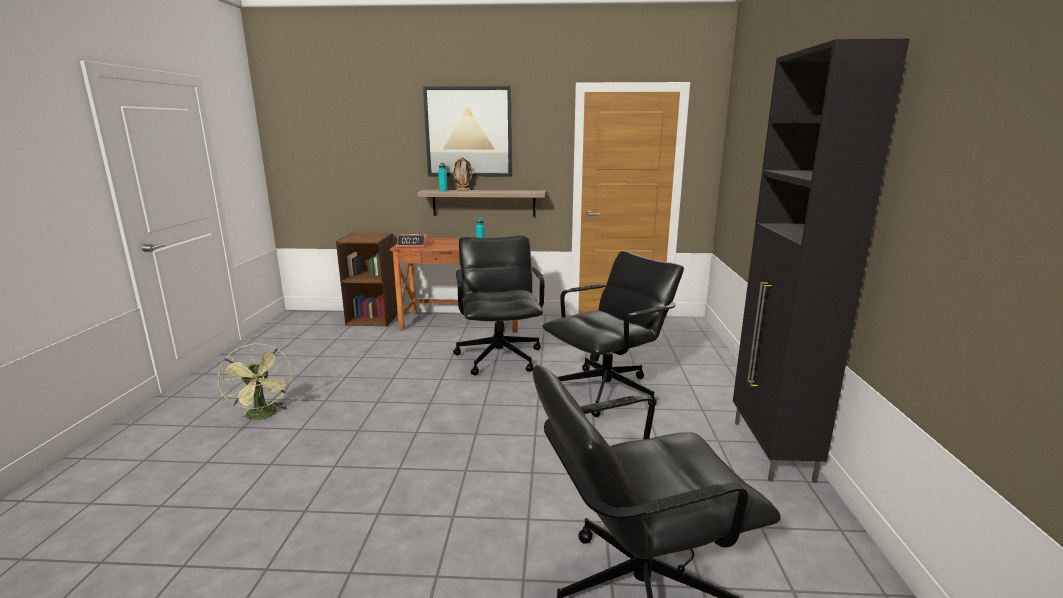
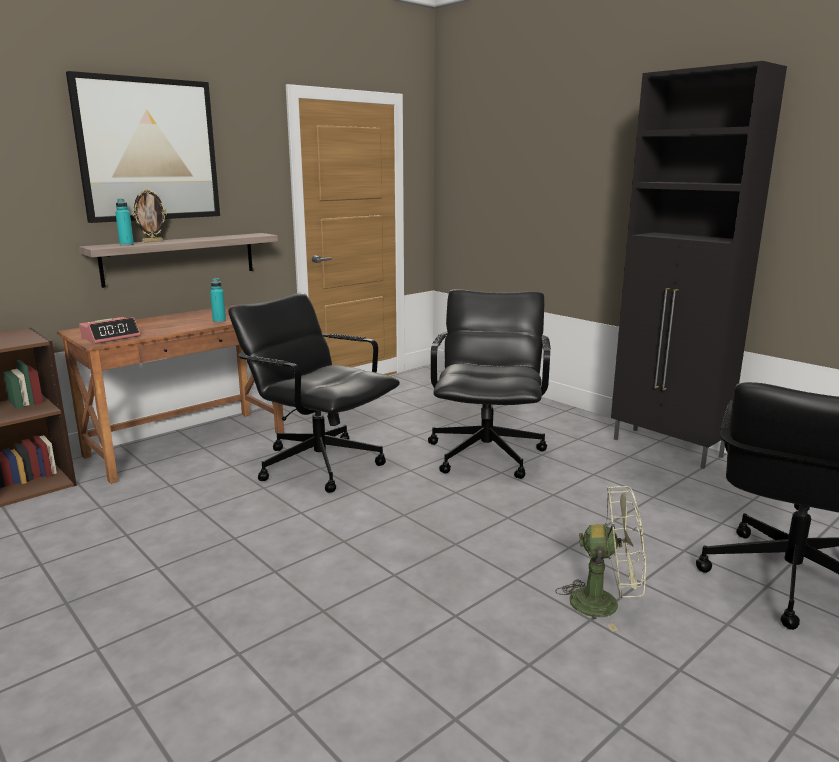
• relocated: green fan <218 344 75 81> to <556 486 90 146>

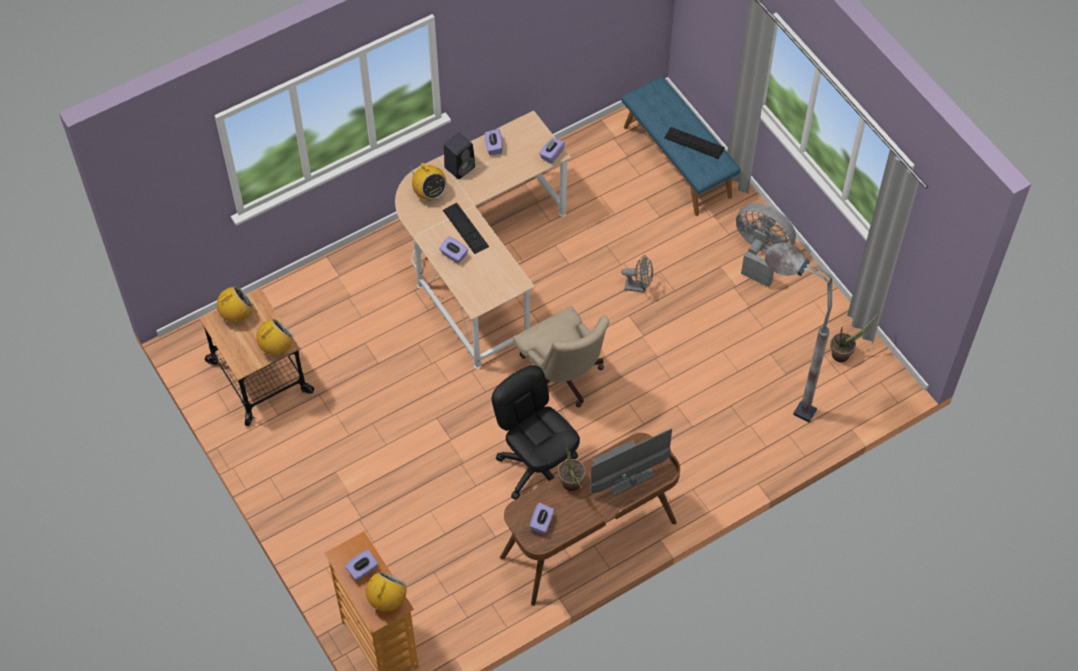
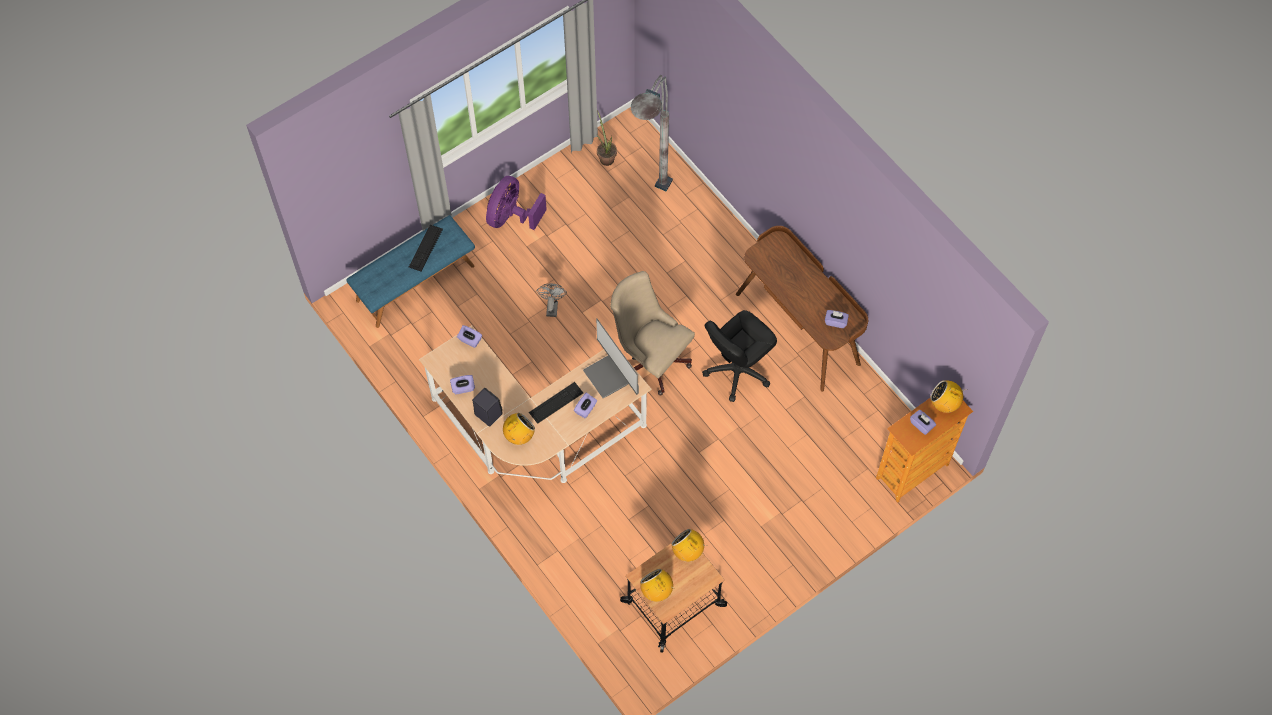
• missing: potted plant <558 441 28 50>
• relocated: monitor <590 428 82 68> to <583 318 56 80>
• colour: grey fan <736 203 60 84> to purple fan <486 176 61 54>
• spun: beige office chair <513 306 97 101> = <610 271 85 124> 105 degrees counterclockwise

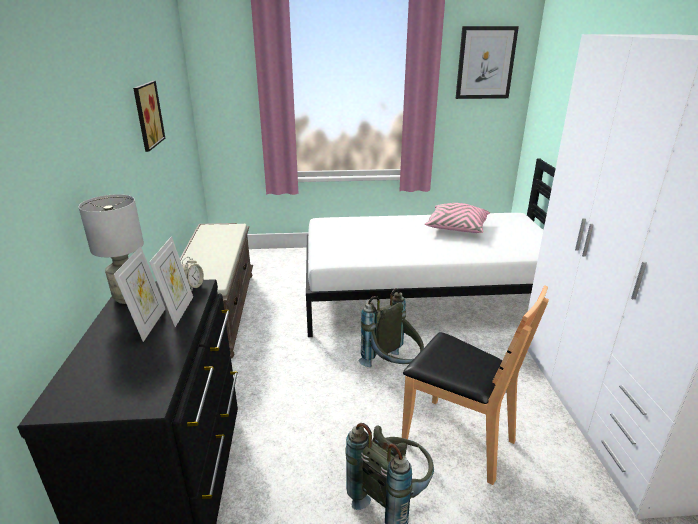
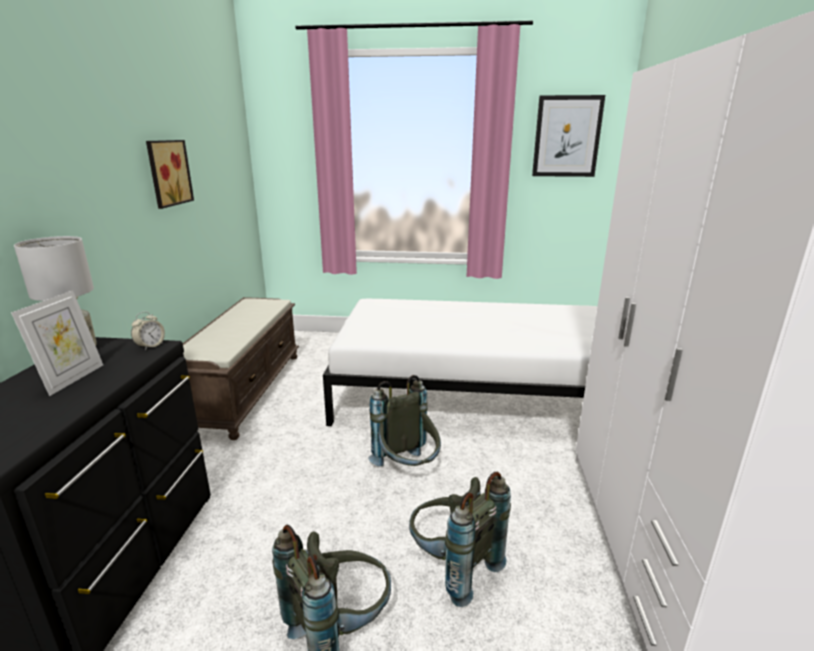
• missing: picture frame <149 236 44 91>
• missing: pink pillow <425 203 65 30>
• exchanged: brown chair <402 285 147 200> to grey backpack <409 472 102 135>

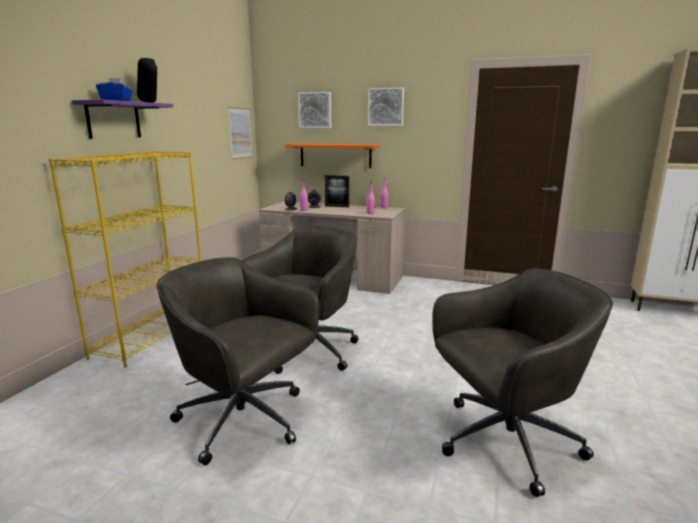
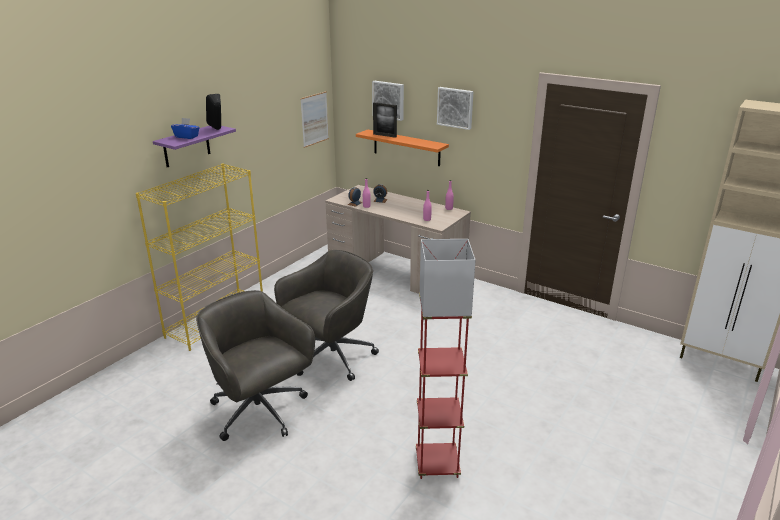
• relocated: picture frame <325 175 24 32> to <373 102 24 36>
• exchanged: grey office chair <432 269 181 228> to red floor lamp <416 239 60 240>

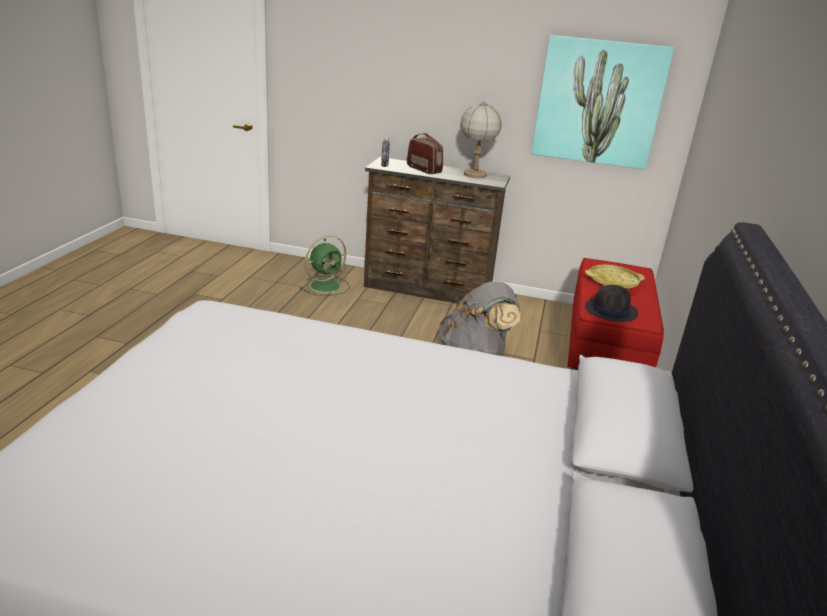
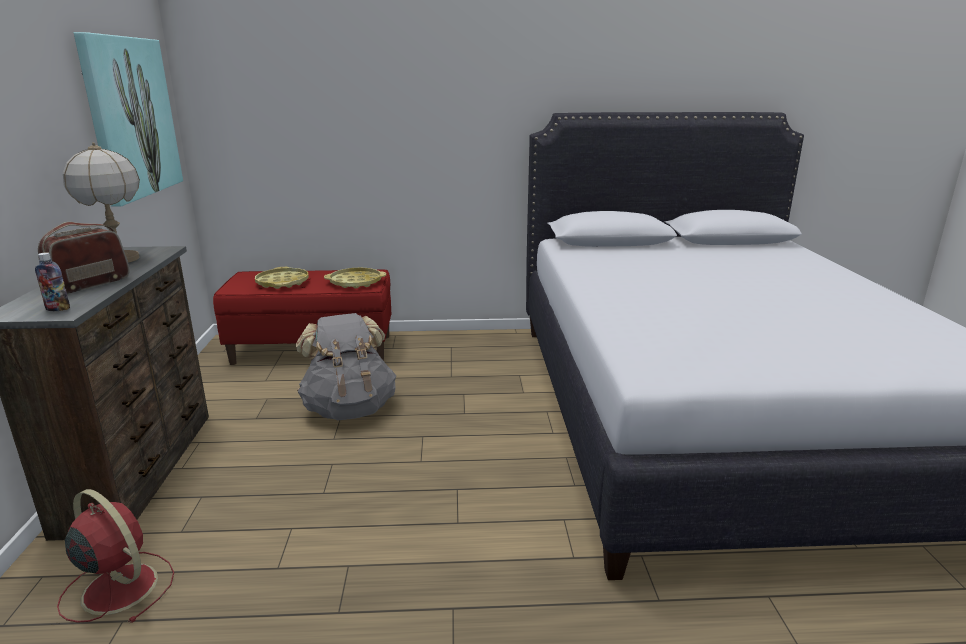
• exchanged: black hat <585 285 53 37> to yellow tray <324 268 62 20>
• colour: green fan <299 235 51 61> to red fan <57 489 117 134>

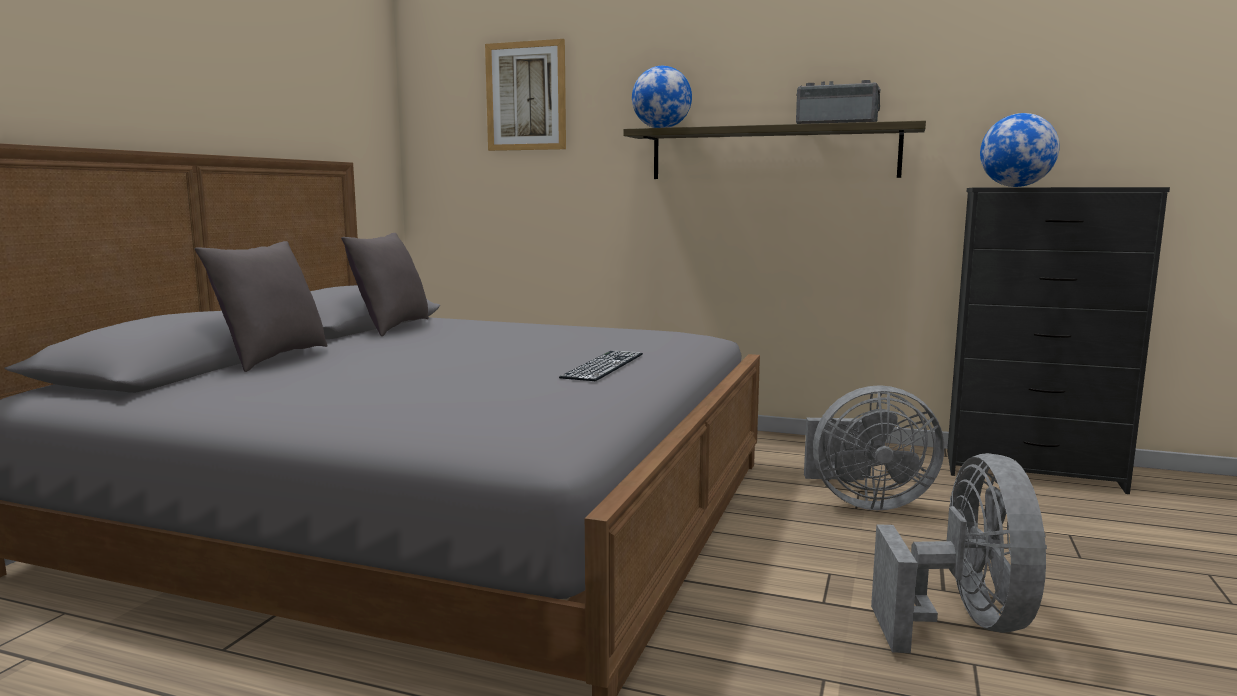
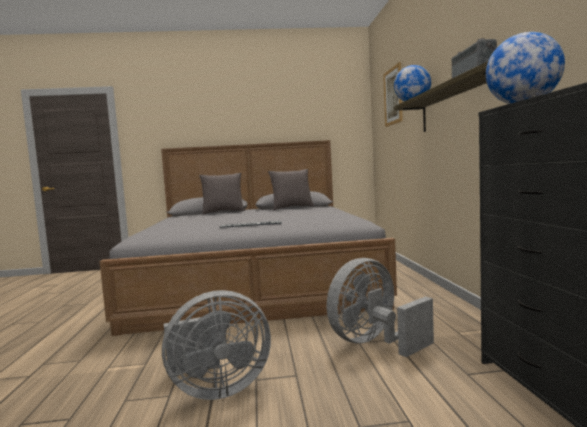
• spun: grey fan <804 385 140 125> = <327 258 107 99> 75 degrees clockwise

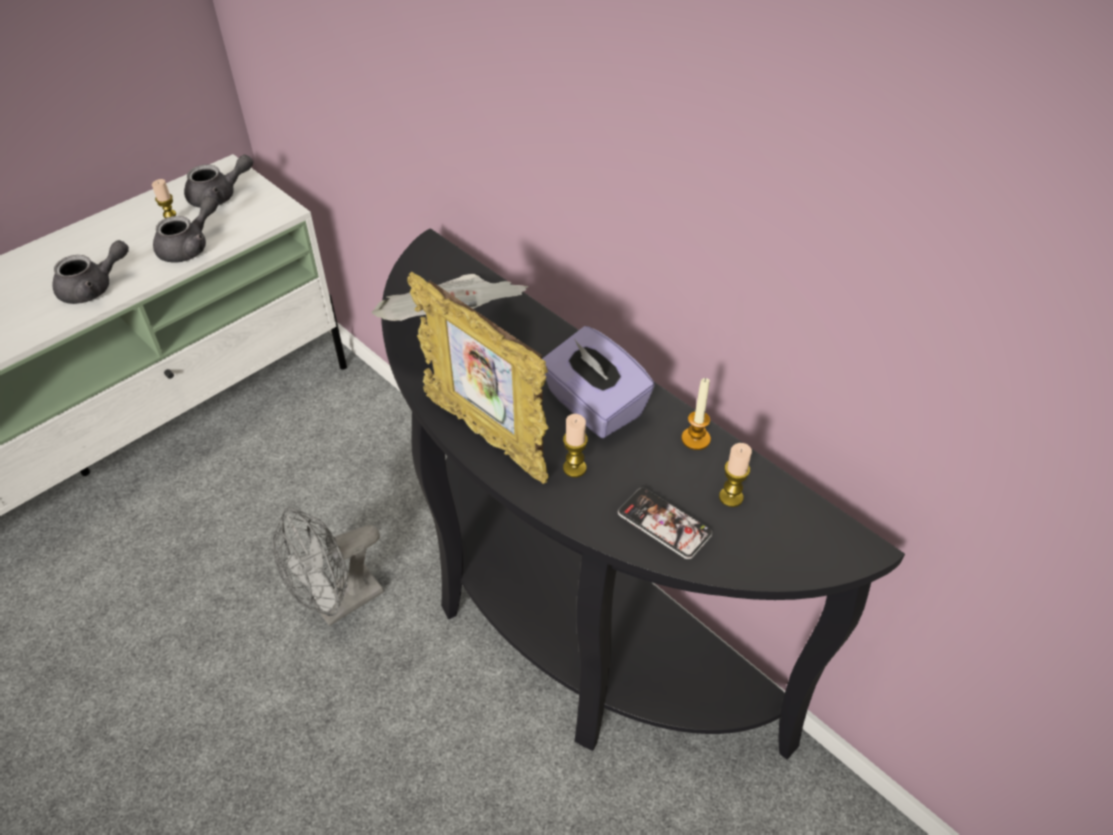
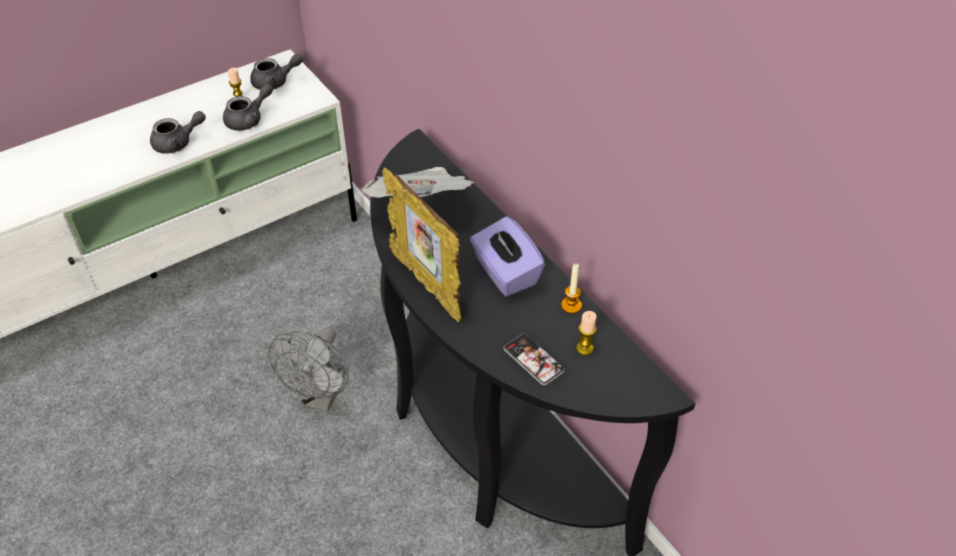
• missing: candle <563 414 25 63>
• spun: grey fan <272 507 112 119> = <268 327 81 85> 45 degrees counterclockwise

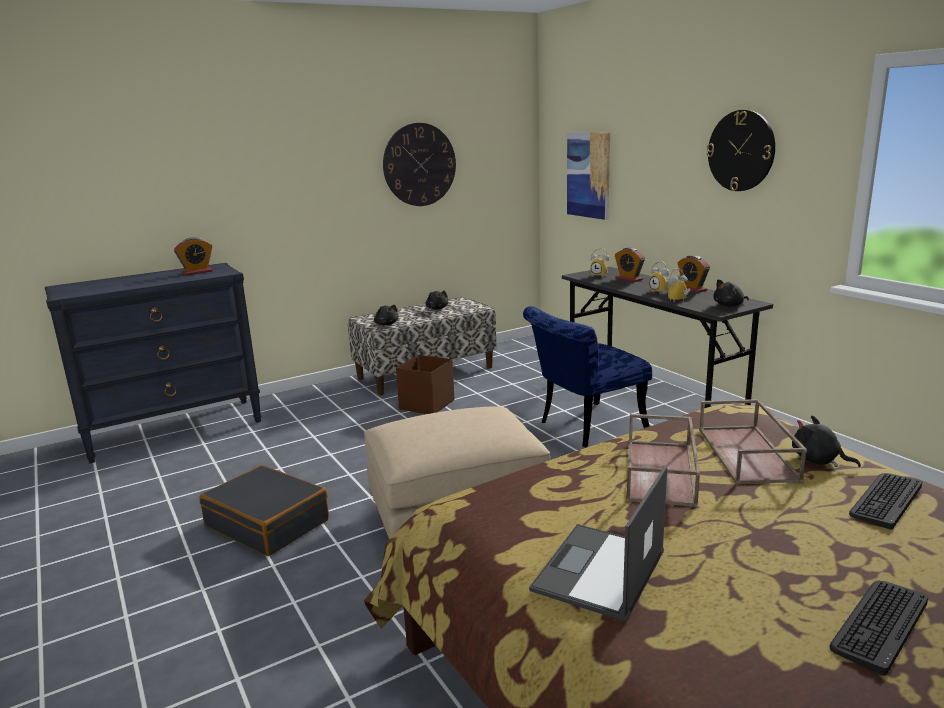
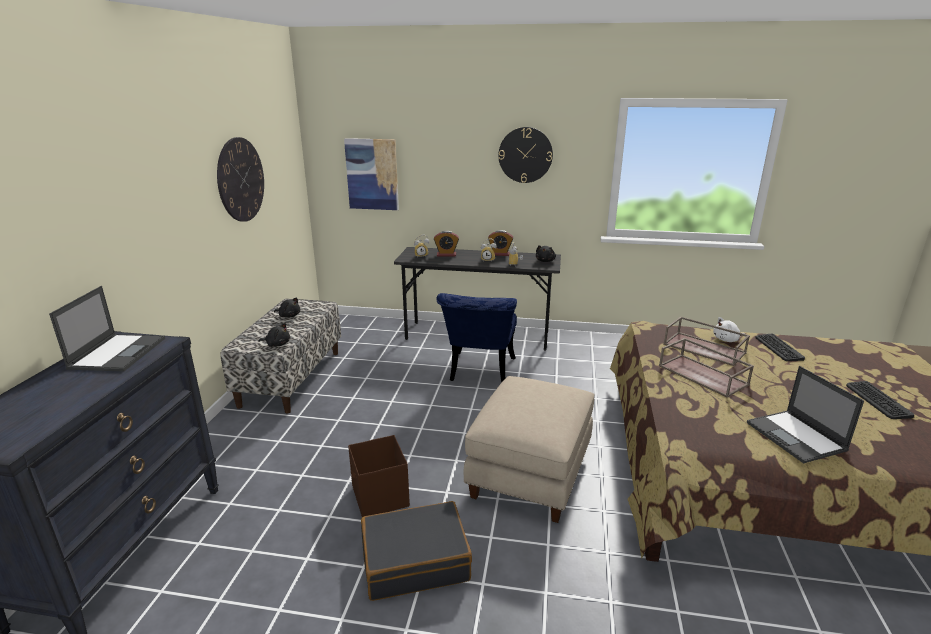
• relocated: brown storage box <396 355 58 59> to <348 435 62 82>
• exchanged: alarm clock <174 238 39 38> to laptop <49 286 116 86>
• colour: black plush toy <792 416 69 51> to white plush toy <713 317 33 25>

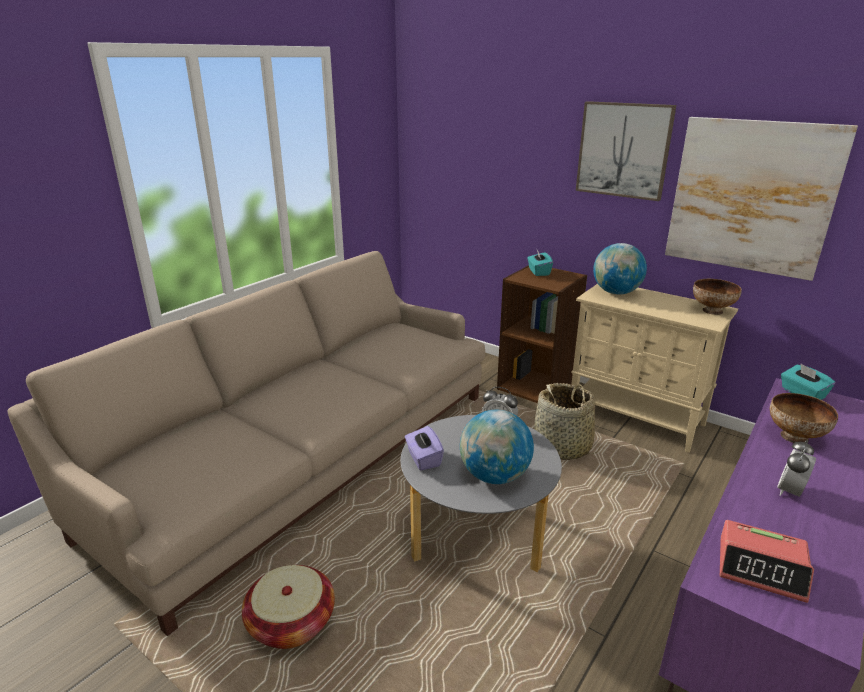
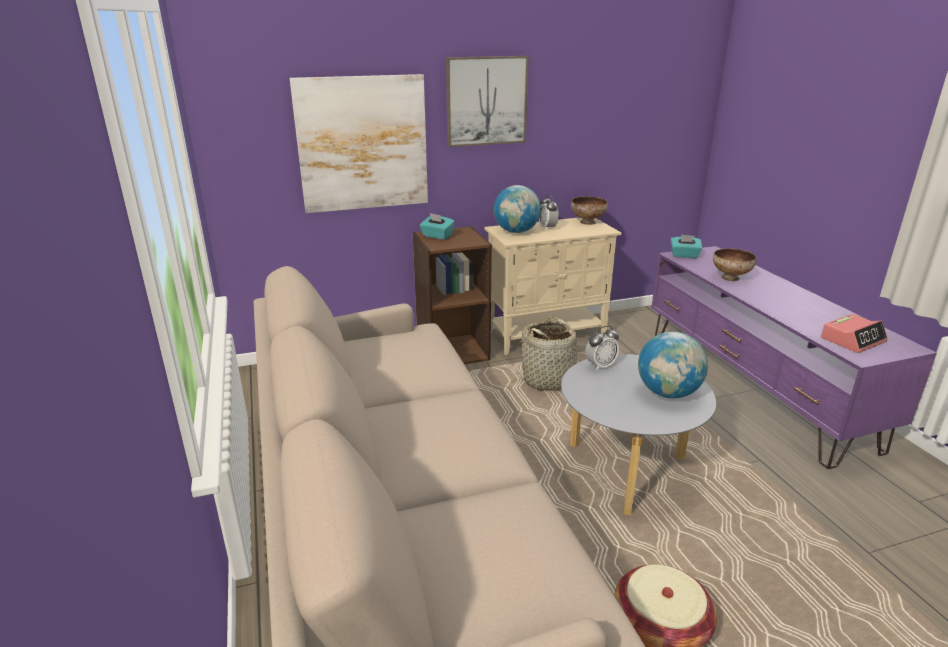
• missing: purple tissue box <405 426 39 44>
• relocated: picture <665 117 193 164> to <290 74 138 139>
• relocated: alarm clock <777 439 39 58> to <539 195 20 35>

